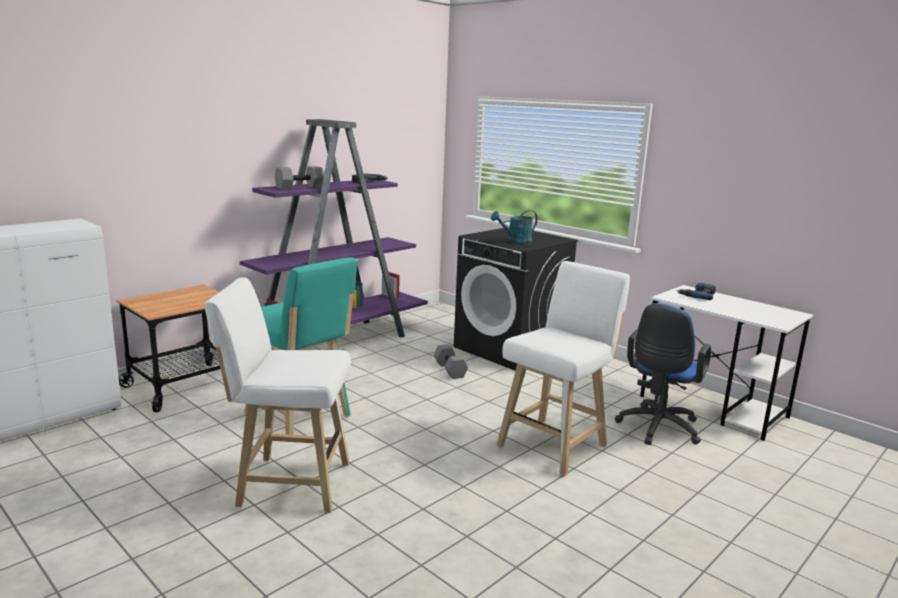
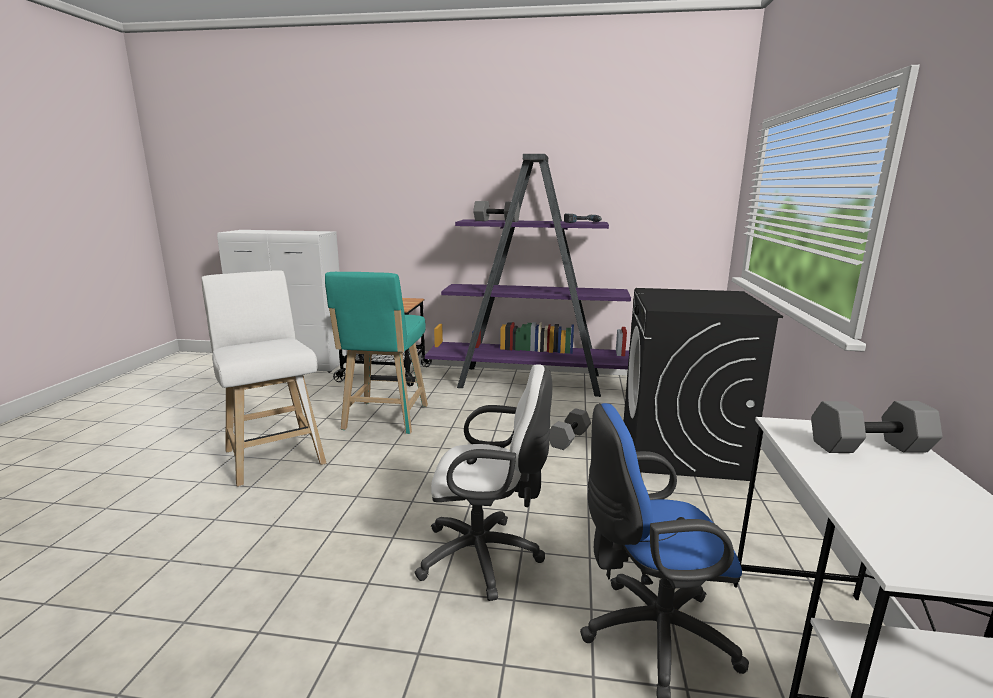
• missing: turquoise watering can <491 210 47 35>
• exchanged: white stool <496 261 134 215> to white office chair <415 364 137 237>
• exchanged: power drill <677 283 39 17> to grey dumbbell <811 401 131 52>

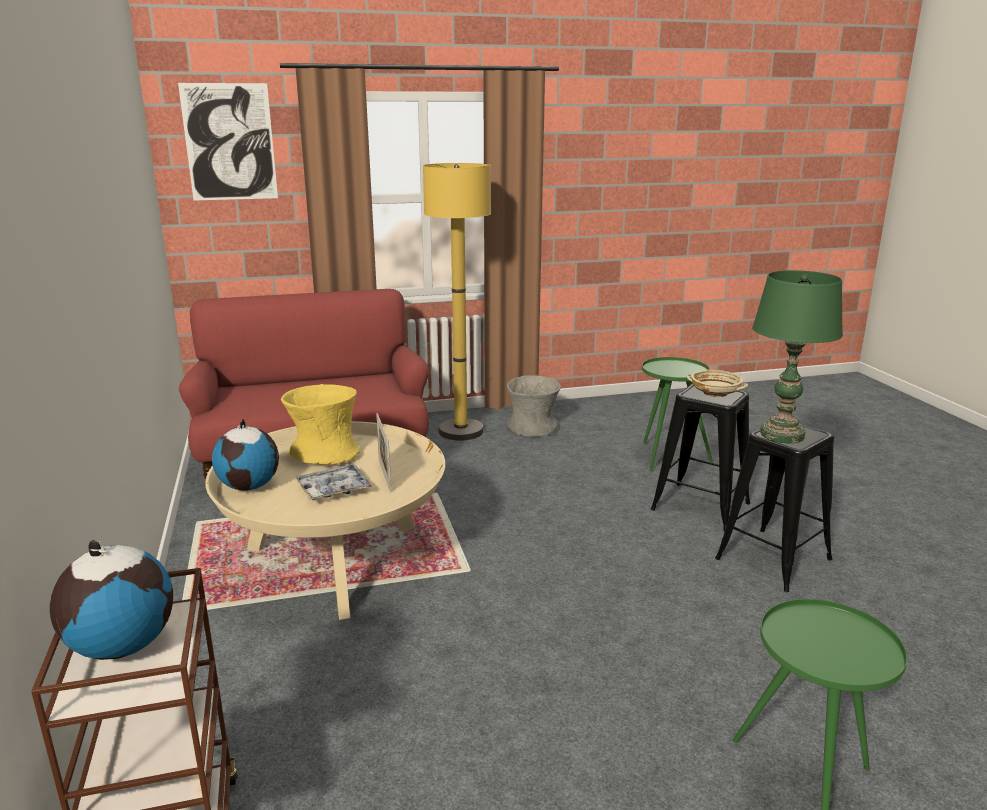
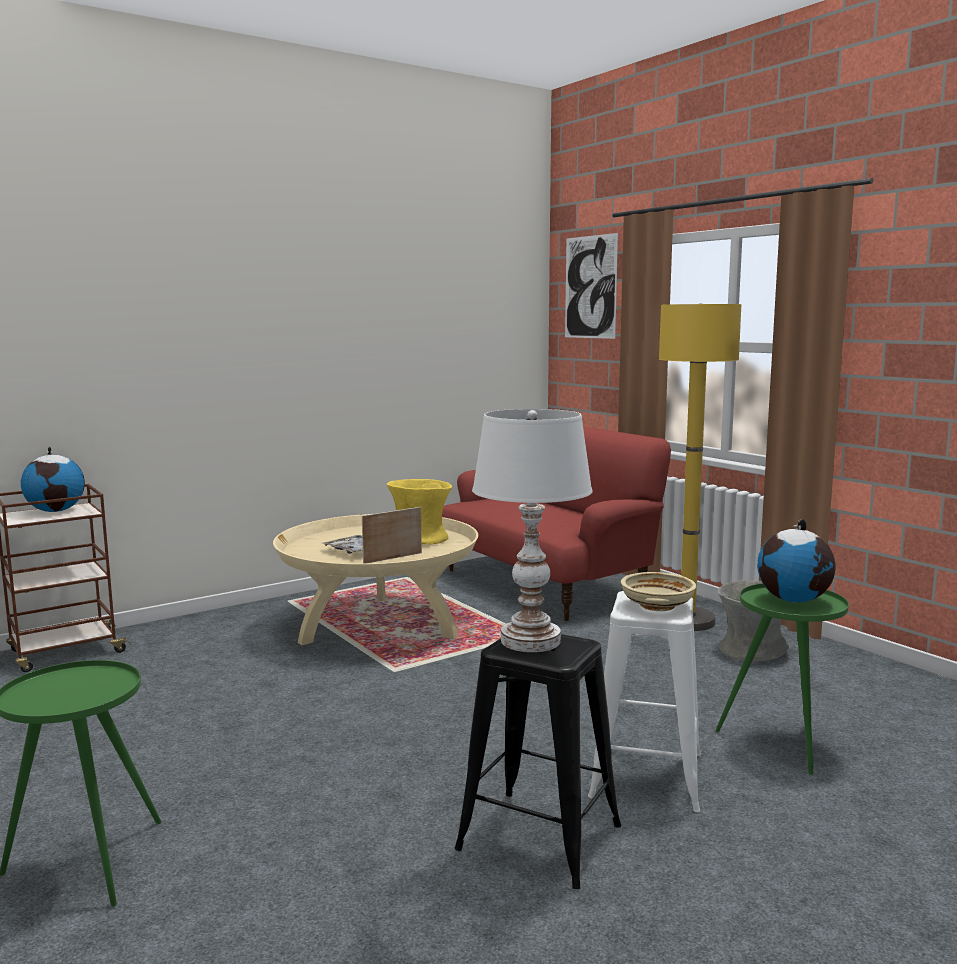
• relocated: globe <212 419 67 72> to <757 519 79 84>
• colour: black stool <651 383 99 148> to white stool <588 591 113 221>
• colour: green table lamp <752 270 91 173> to white table lamp <472 409 121 243>

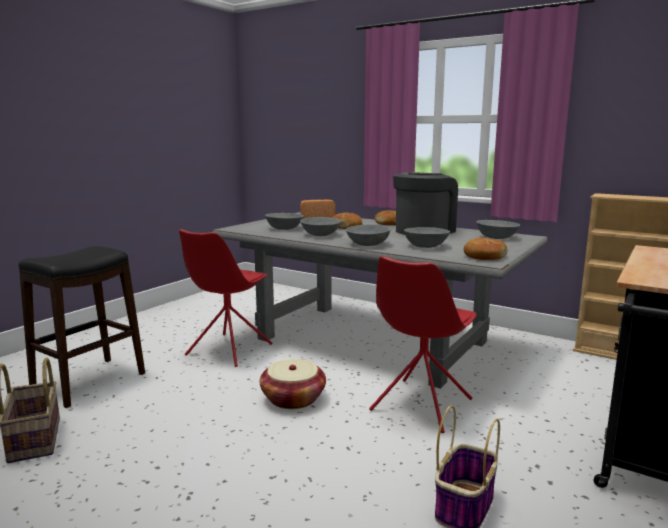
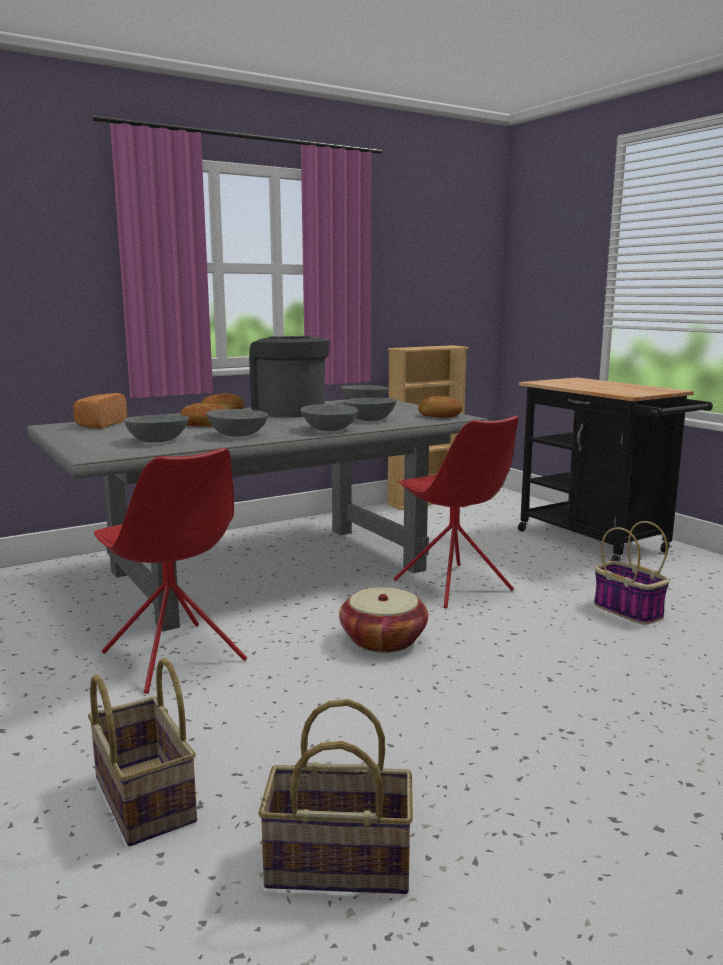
• exchanged: black stool <18 246 127 162> to basket <88 658 109 188>

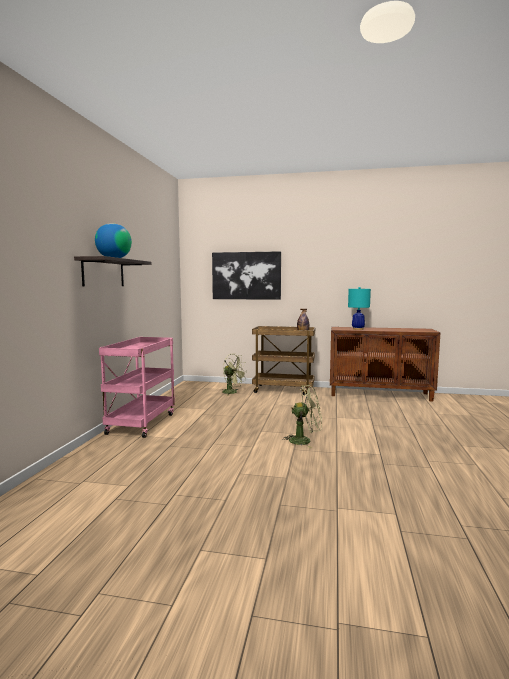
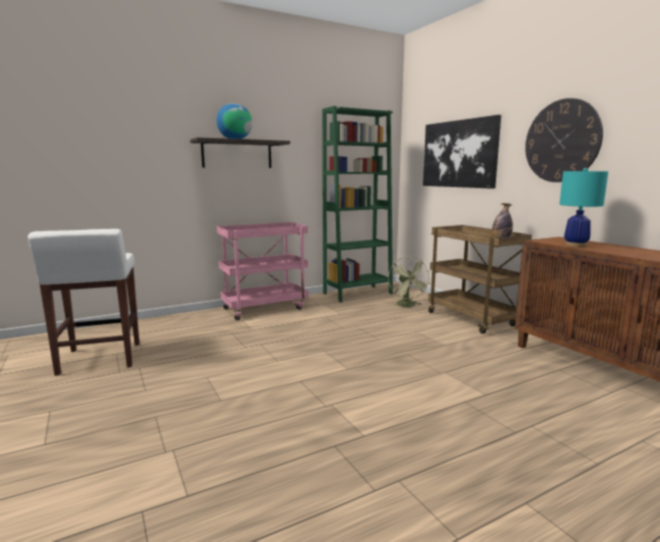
• missing: green fan <282 385 40 63>
• appeared: white stool <28 229 111 147>
• appeared: green bookcase <322 106 71 197>
• appeared: wall clock <525 98 78 84>

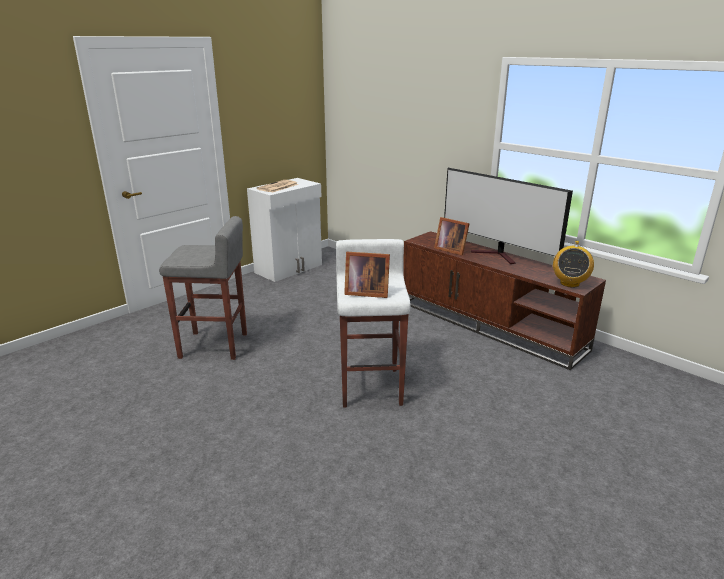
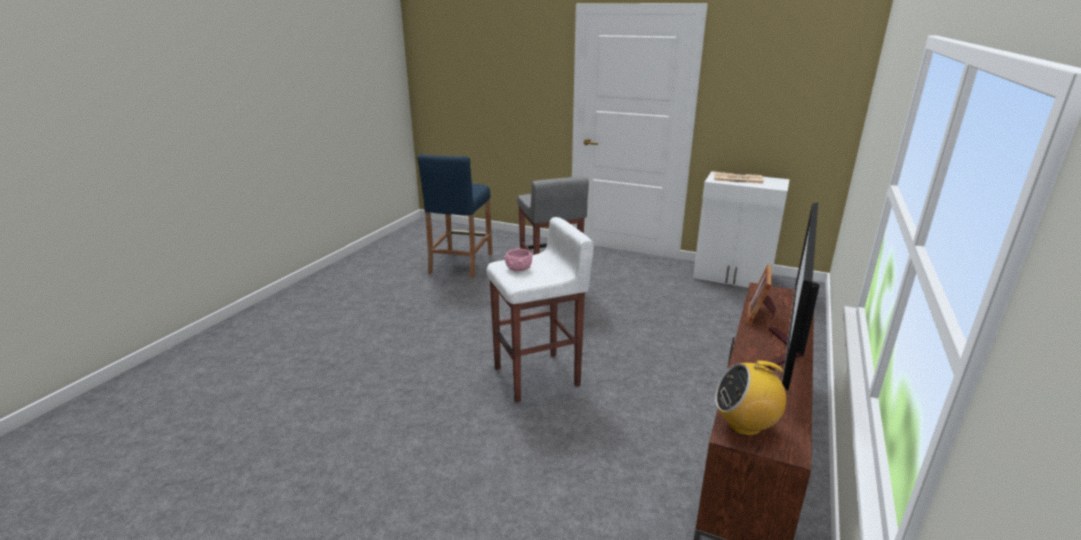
• appeared: blue stool <417 154 75 124>
• exchanged: picture frame <344 252 46 46> to pink bowl <504 249 29 22>

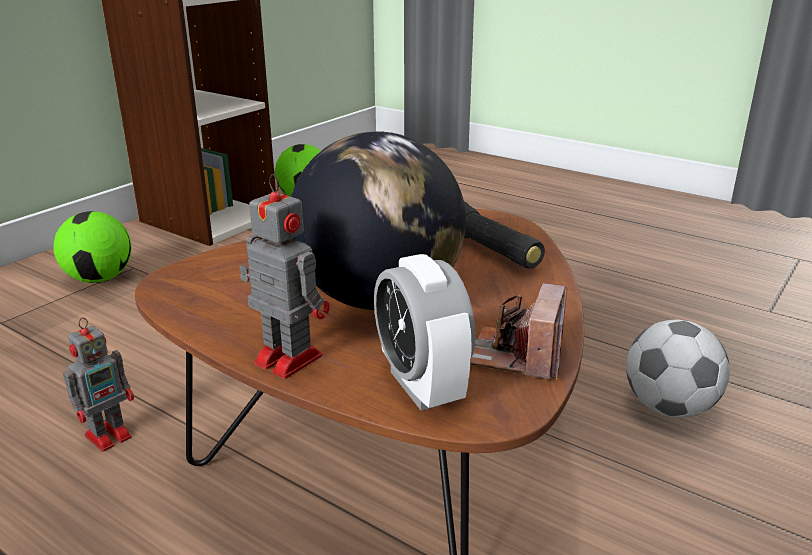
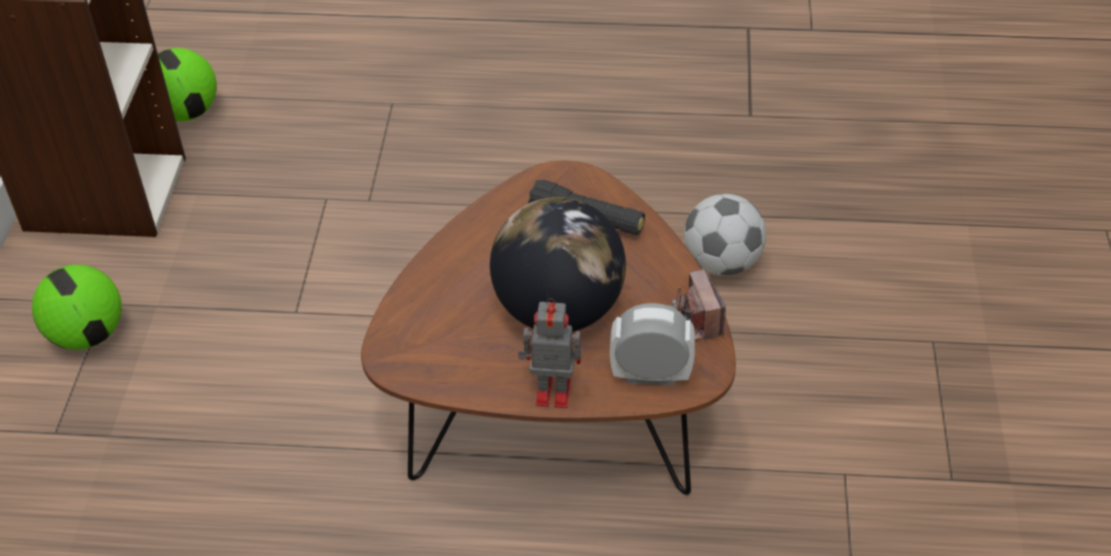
• missing: toy robot <63 317 71 135>
• spun: alarm clock <374 254 101 157> = <610 303 85 83> 150 degrees clockwise

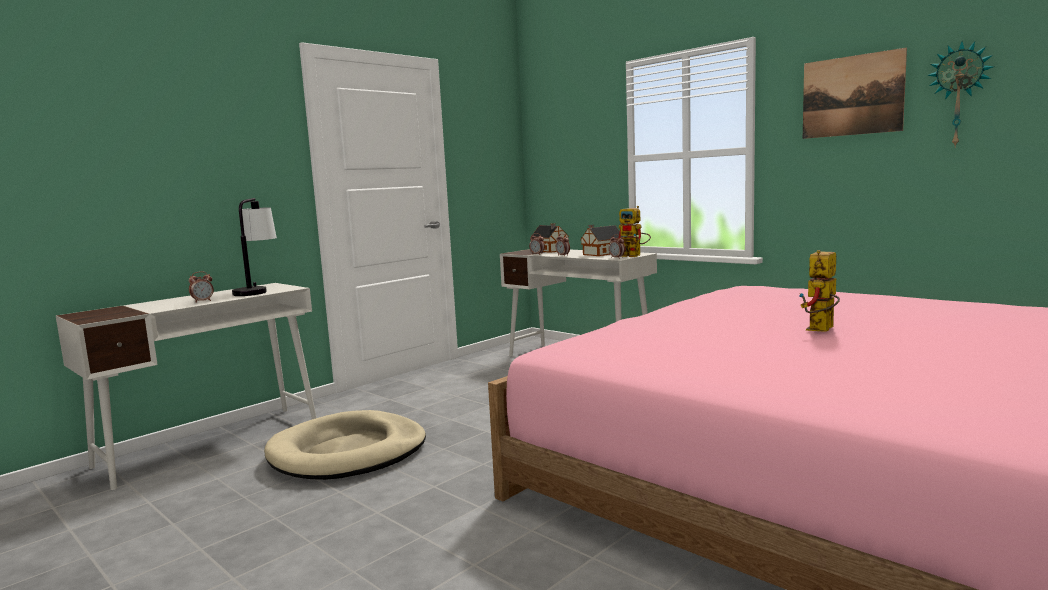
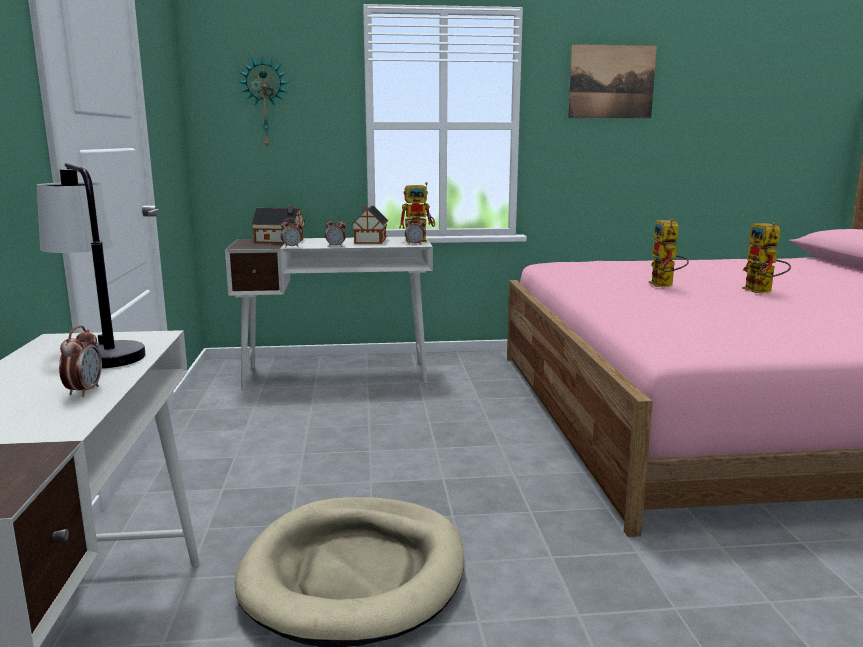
• appeared: toy robot <649 219 40 68>
• relocated: wall clock <927 41 67 107> to <239 56 49 93>

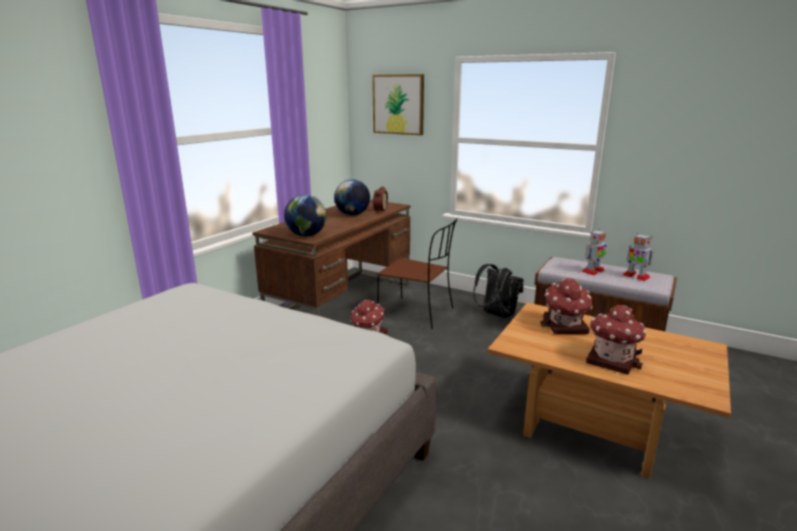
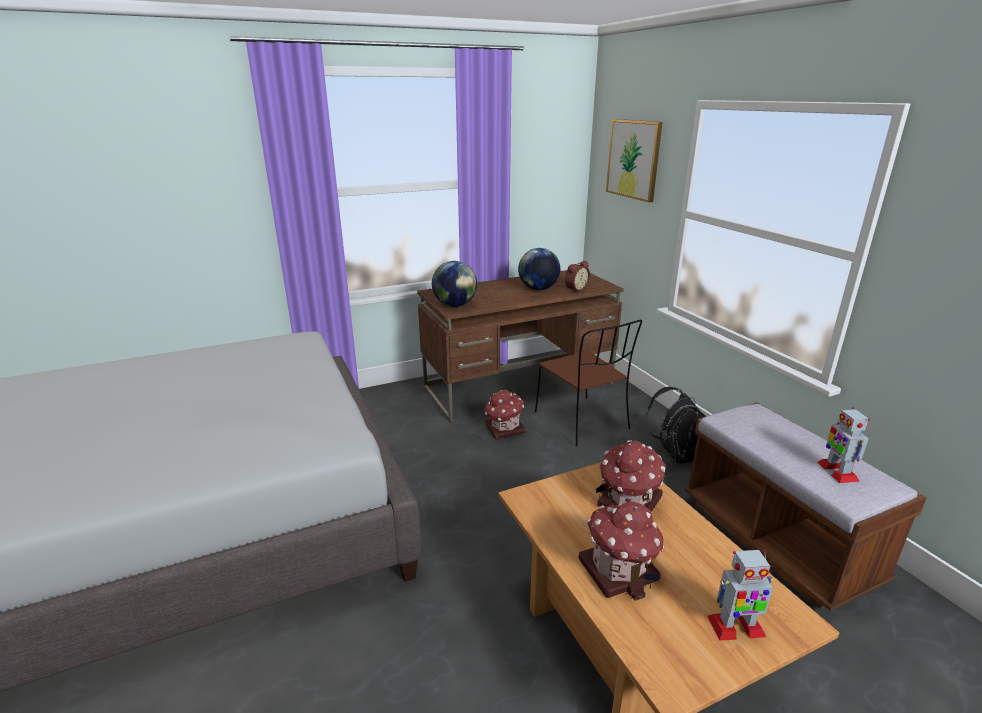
• relocated: toy robot <582 229 25 46> to <707 549 66 91>

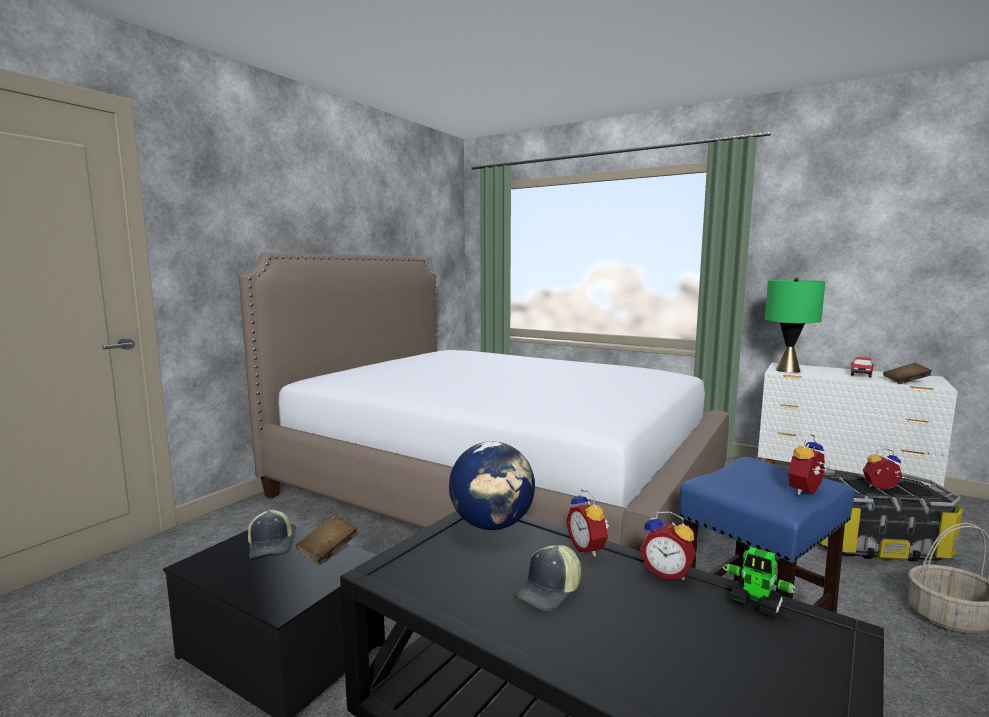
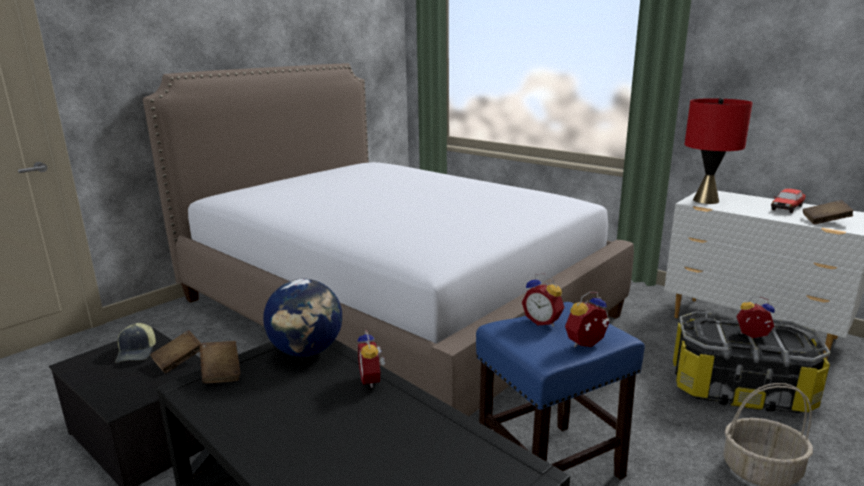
• missing: cap <513 545 68 66>
• missing: toy robot <722 547 76 70>
• appeared: brown book <200 341 41 42>
• relocated: alarm clock <640 511 56 69> to <522 274 42 53>
• colour: green table lamp <765 278 60 95> to red table lamp <684 98 69 106>

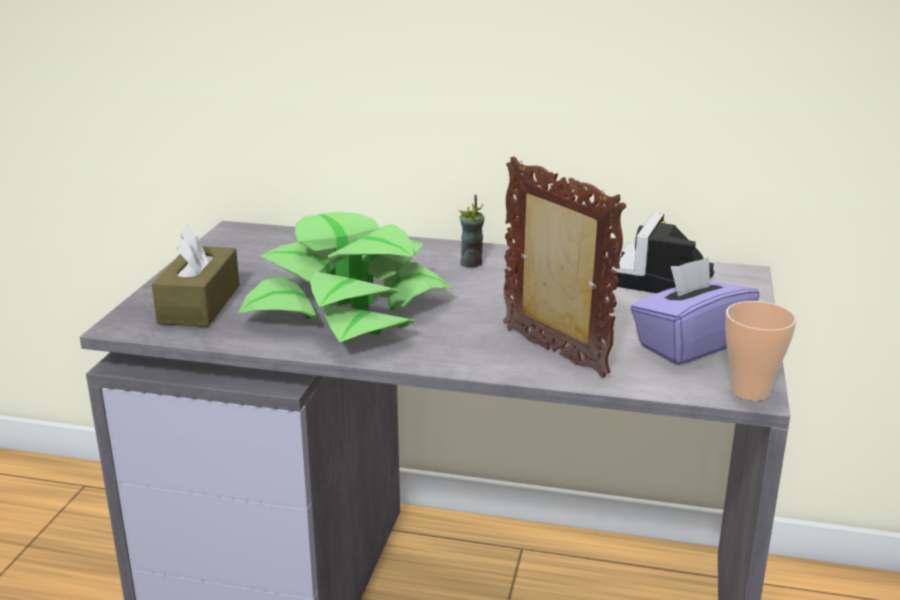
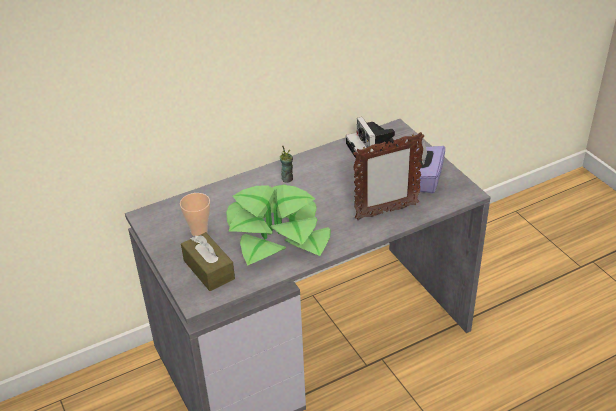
• relocated: cup <725 301 72 100> to <180 193 30 43>
• spun: picture frame <503 156 123 222> = <353 132 71 88> 150 degrees clockwise

